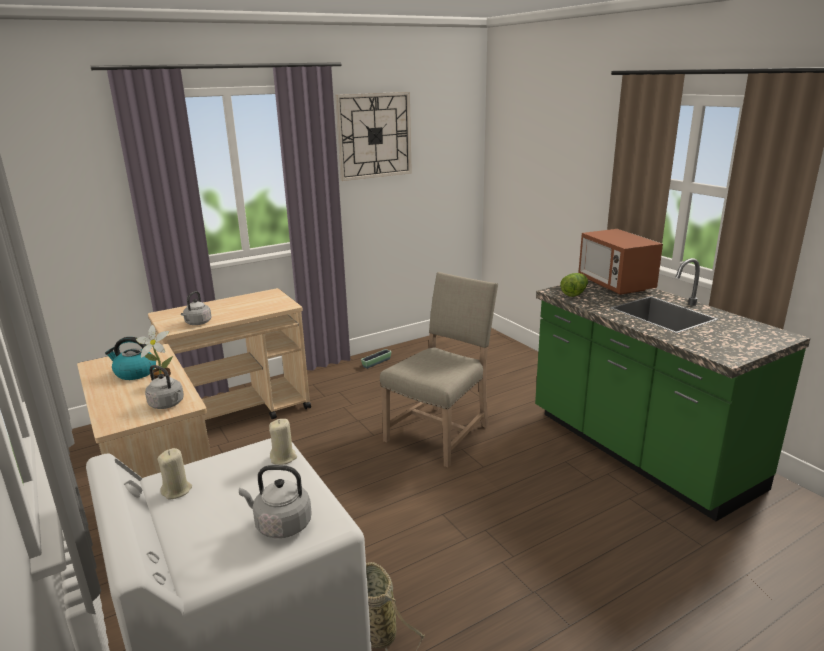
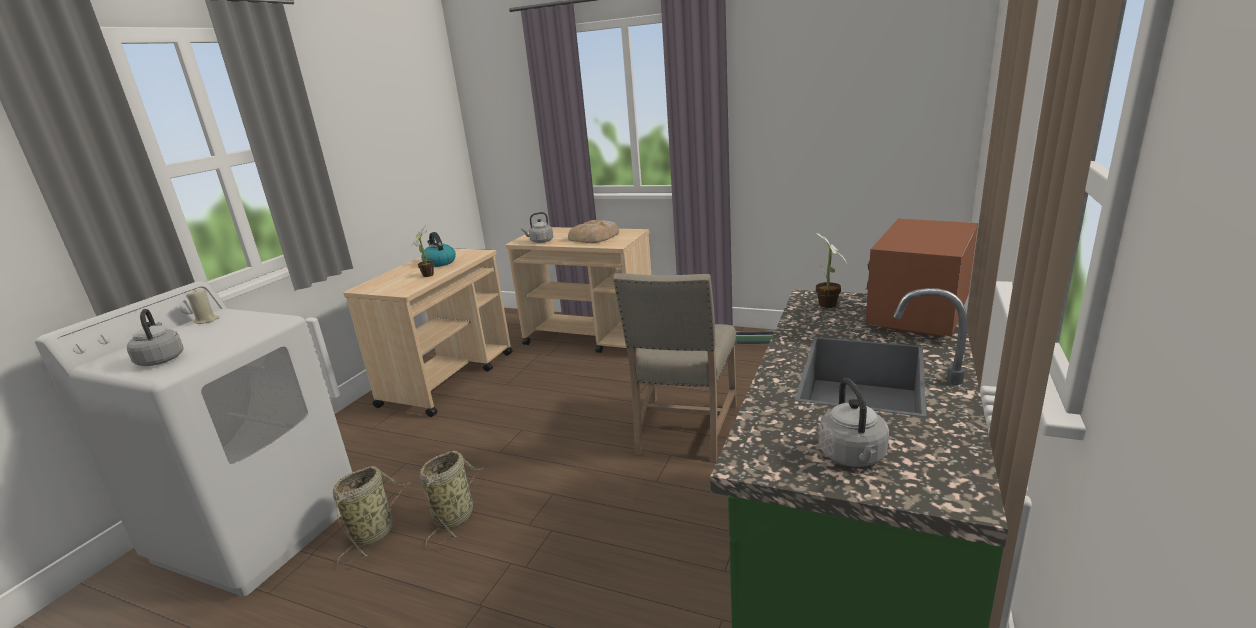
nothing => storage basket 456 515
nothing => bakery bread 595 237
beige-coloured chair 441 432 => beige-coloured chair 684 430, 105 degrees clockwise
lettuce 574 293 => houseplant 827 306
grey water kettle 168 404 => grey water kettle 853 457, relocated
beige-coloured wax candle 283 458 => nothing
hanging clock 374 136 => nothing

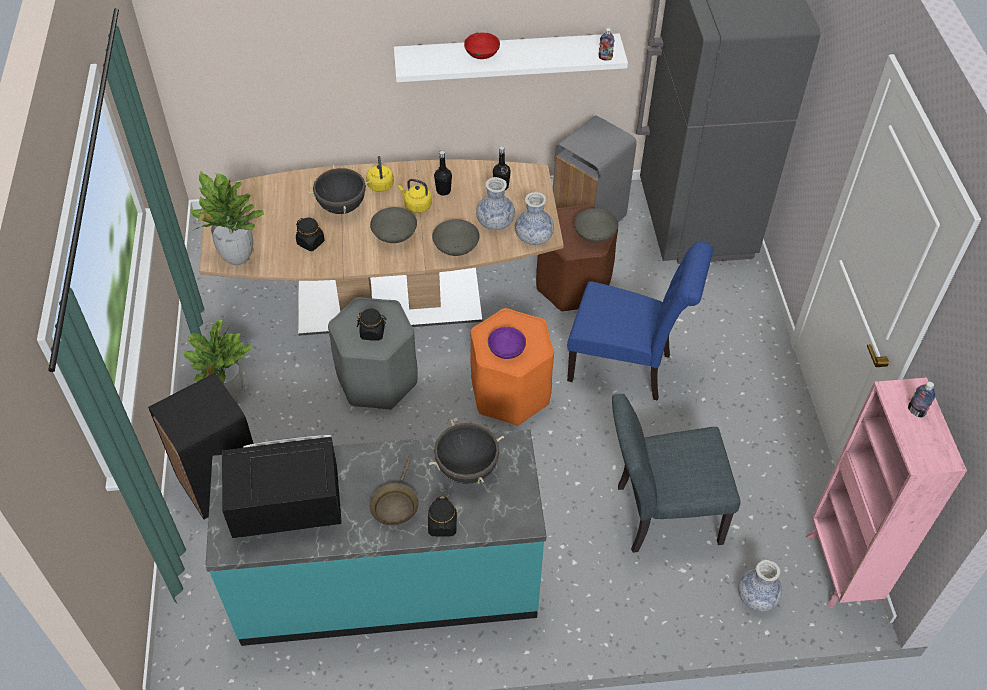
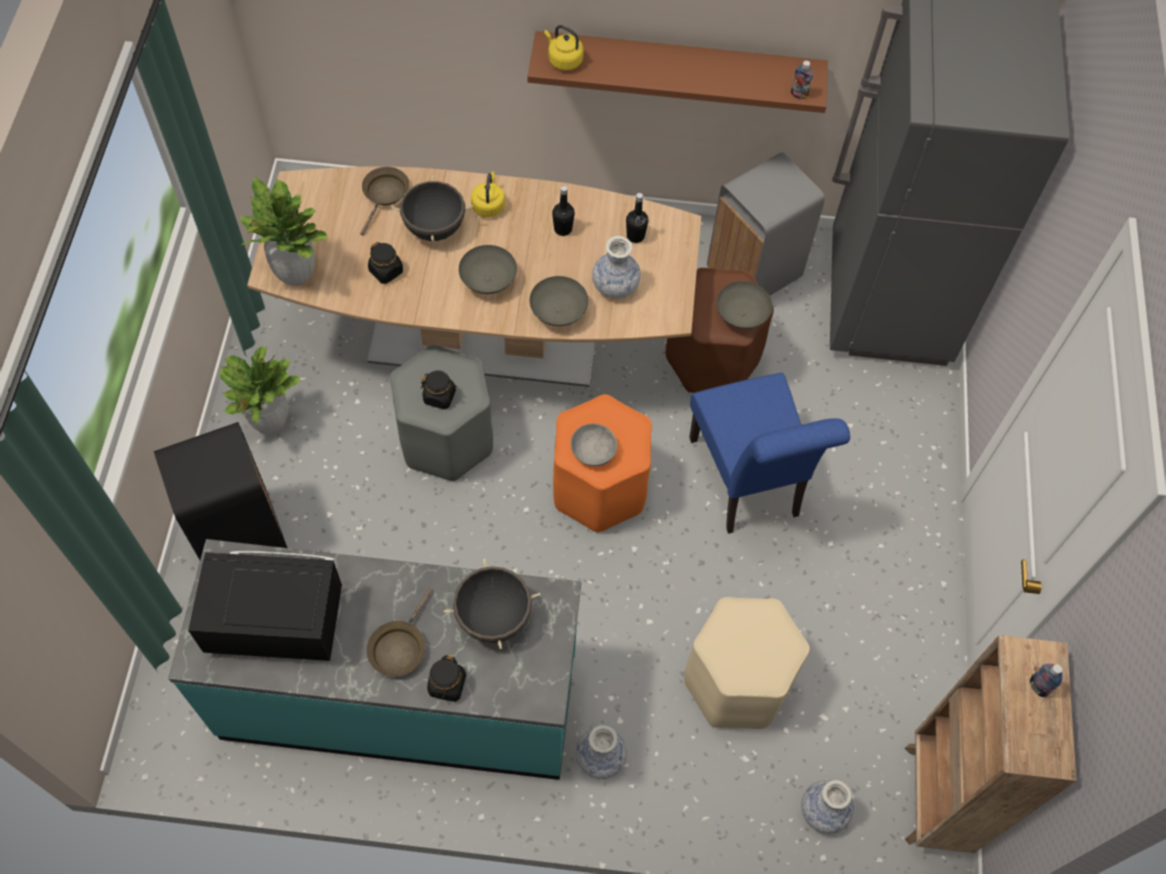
nothing => brown-coloured frying pan 385 195
white bracket shelf 507 56 => brown-coloured bracket shelf 678 63
yellow water kettle 416 205 => yellow water kettle 563 60, relocated
purplish deep dish 506 349 => grey deep dish 593 451
decorative vase 533 237 => decorative vase 600 758, relocated
grey chair 659 514 => beige-coloured sitting stool 736 682
blue-coloured chair 626 368 => blue-coloured chair 747 483, 45 degrees clockwise
pinkish bookshelf 841 569 => brown-coloured bookshelf 935 799
reddish deep dish 481 53 => nothing

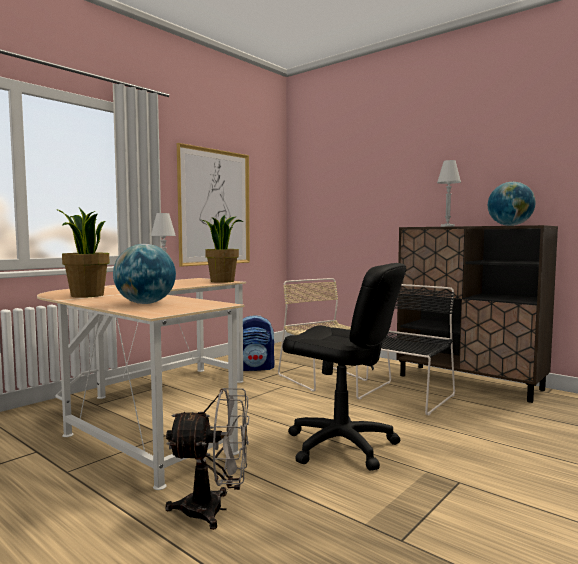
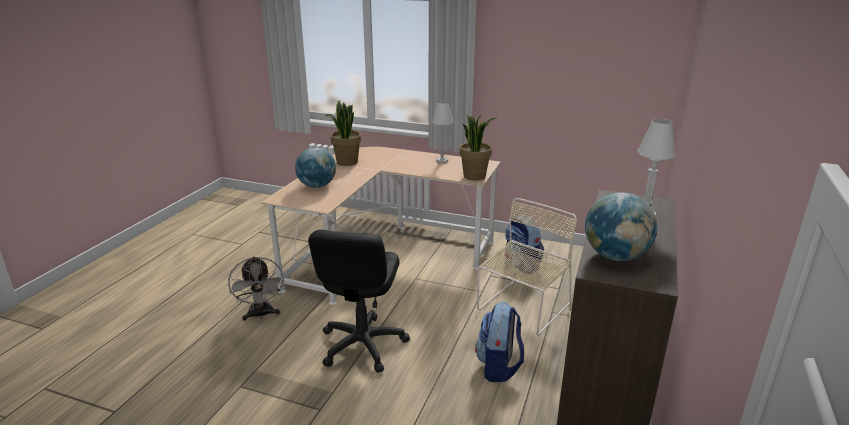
black chair 404 398 => rucksack 499 367
wall art 215 207 => nothing

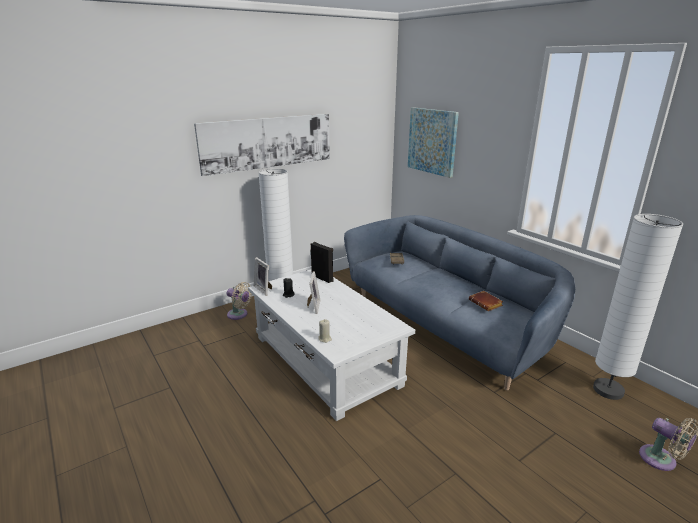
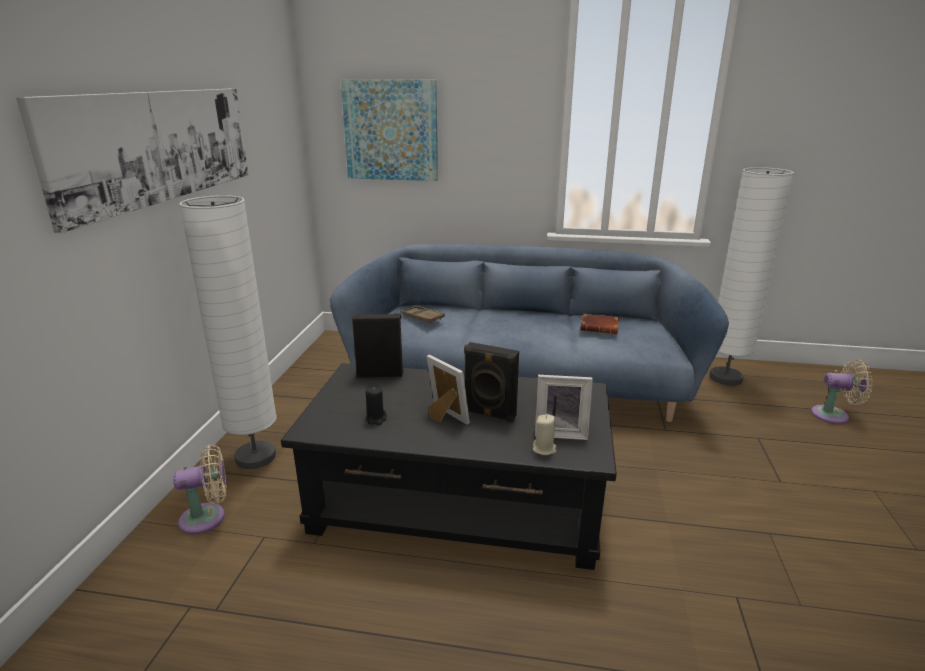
white lounge table 325 360 => black lounge table 458 503
nothing => black speaker 489 414
picture frame 264 289 => picture frame 560 432, relocated

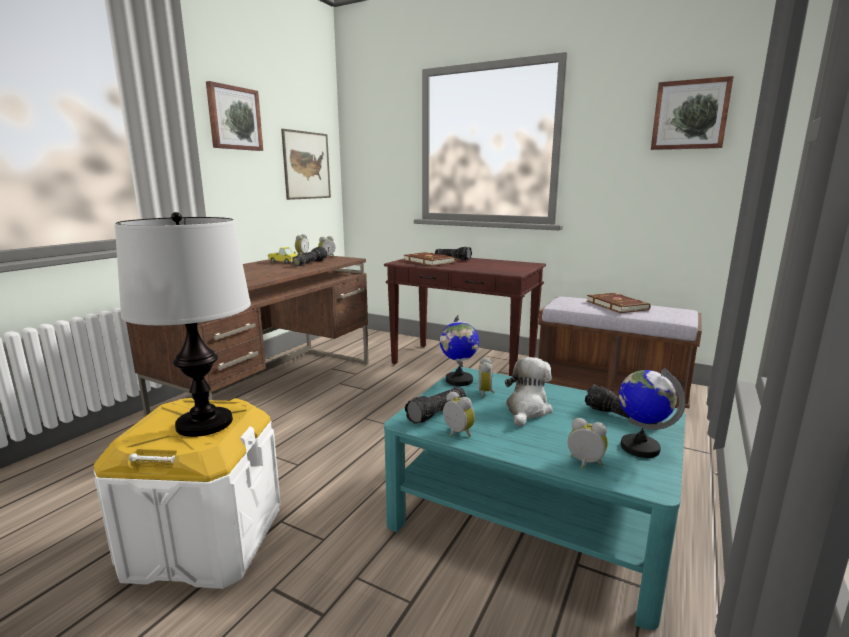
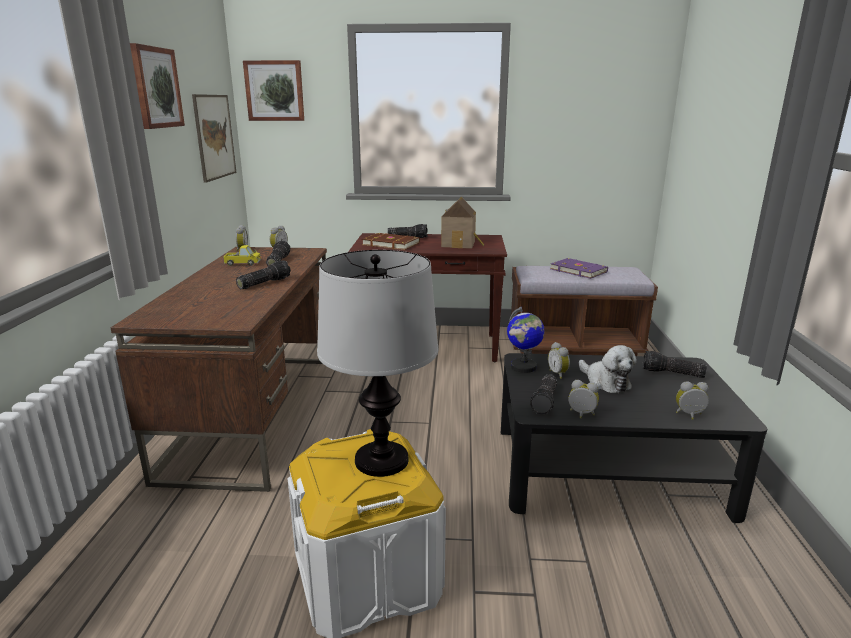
nothing => torch 264 283
wall art 690 115 => wall art 275 91, relocated
nothing => toy house 460 244
turquoise lounge table 530 516 => black lounge table 608 470
brown-coloured book 617 305 => purplish book 578 270
plush toy 527 410 => plush toy 605 382, 150 degrees clockwise
desk globe 639 447 => nothing

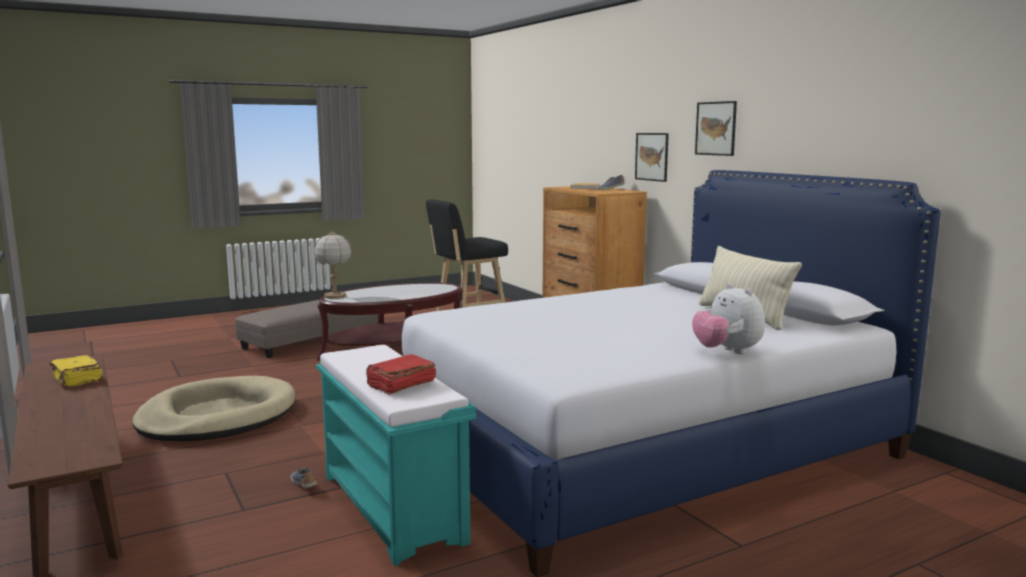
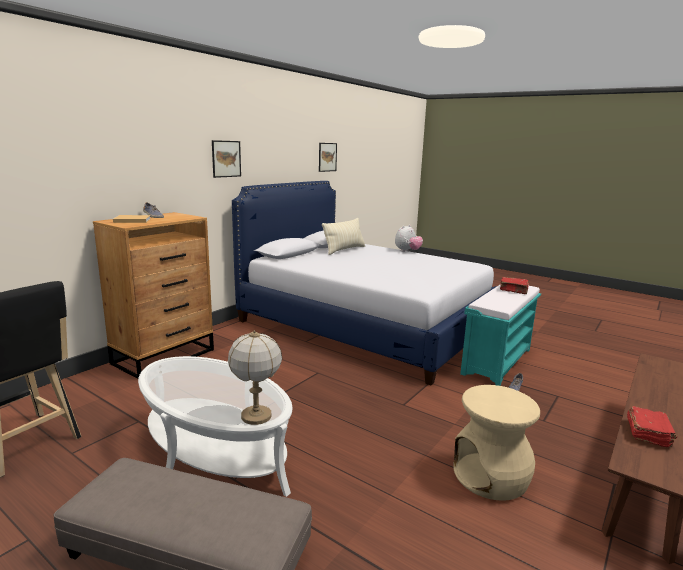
brown-coloured lounge table 395 349 => white lounge table 215 452
wall art 652 156 => wall art 327 157, relocated
beige-coloured dog cushion 217 416 => beige-coloured sitting stool 491 476
yellow book 76 380 => reddish book 648 434

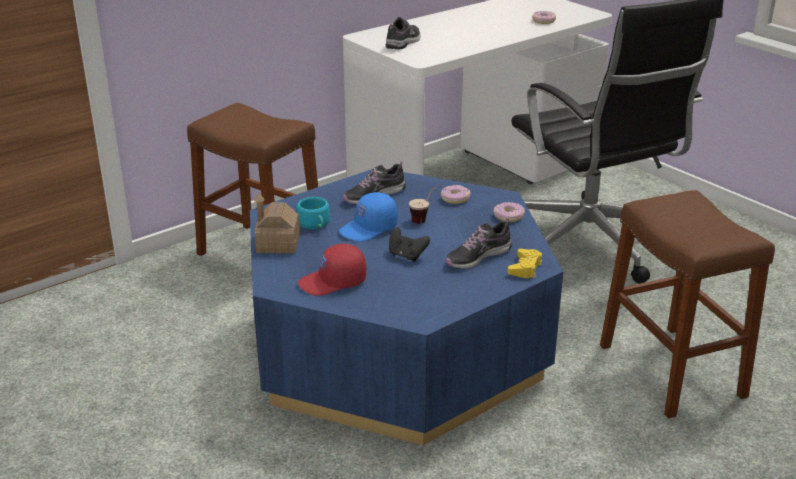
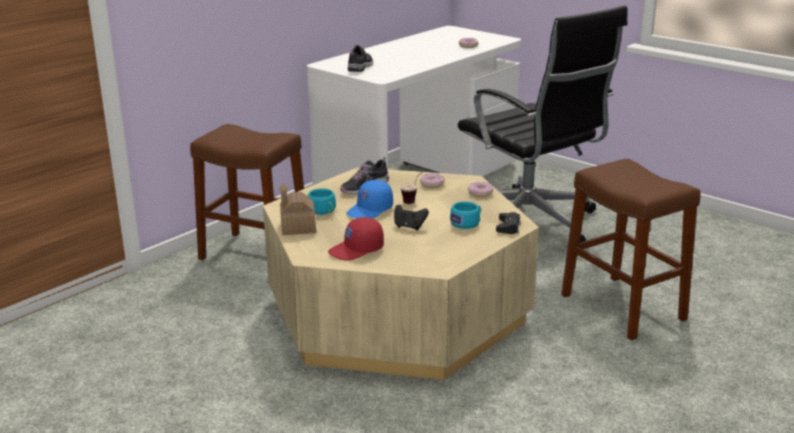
blue-coloured lounge table 398 347 => beige-coloured lounge table 398 312
shoe 477 257 => turquoise drinking cup 467 223
yellow gamepad 525 268 => black gamepad 508 227

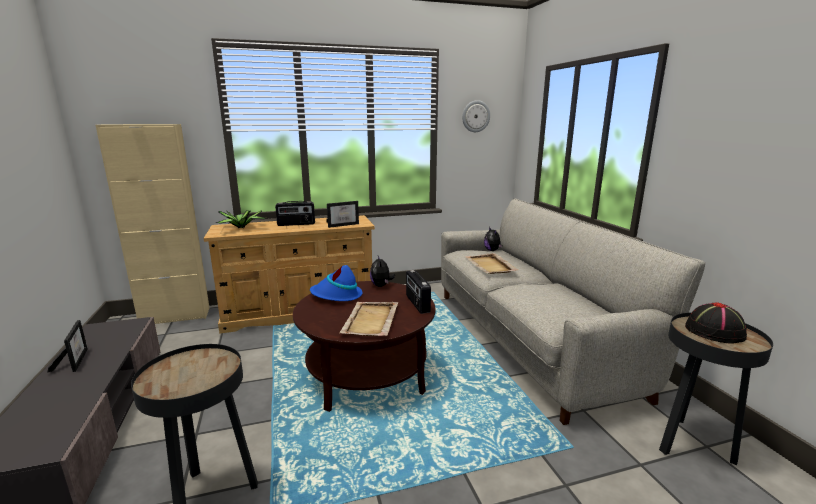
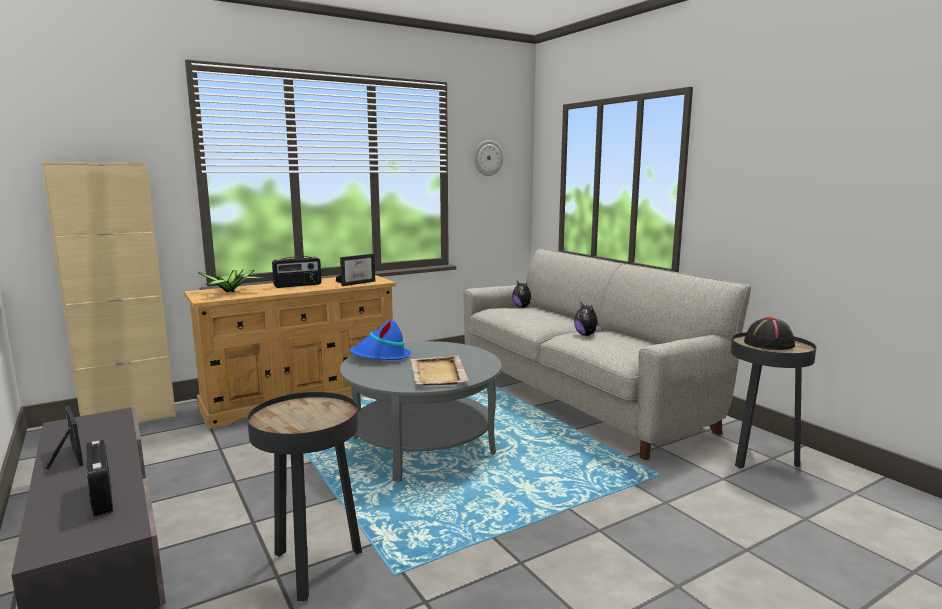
radio receiver 417 304 => radio receiver 101 497, relocated
brown-coloured lounge table 367 375 => grey lounge table 423 446
plush toy 381 285 => plush toy 586 335, relocated
beige-coloured serving tray 490 265 => nothing

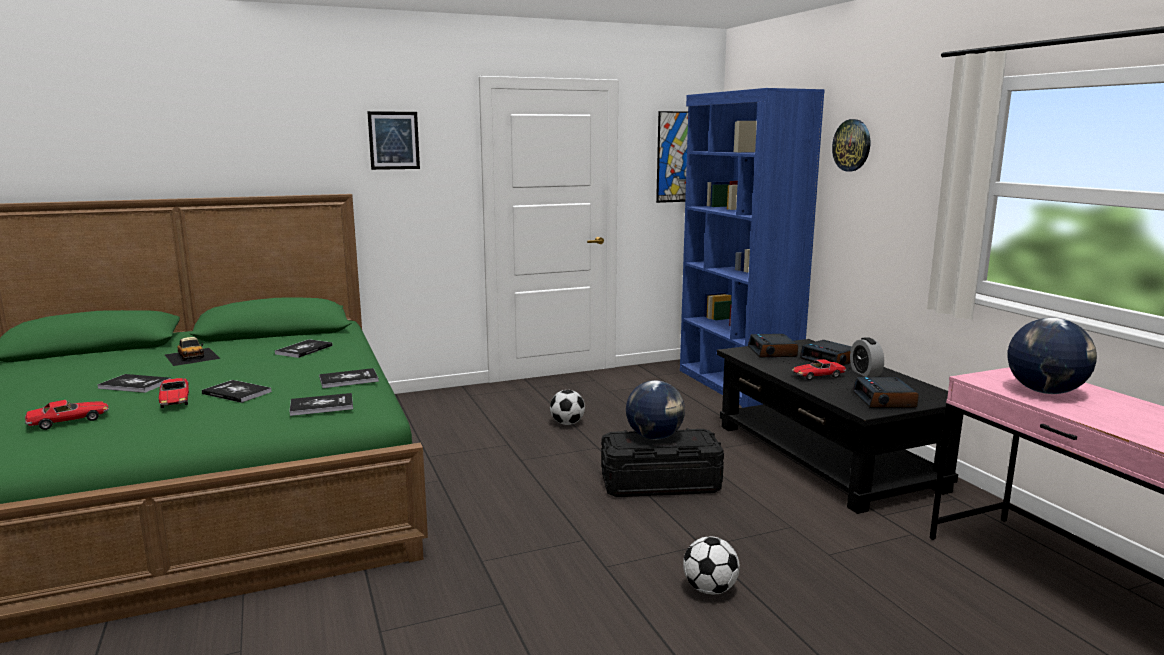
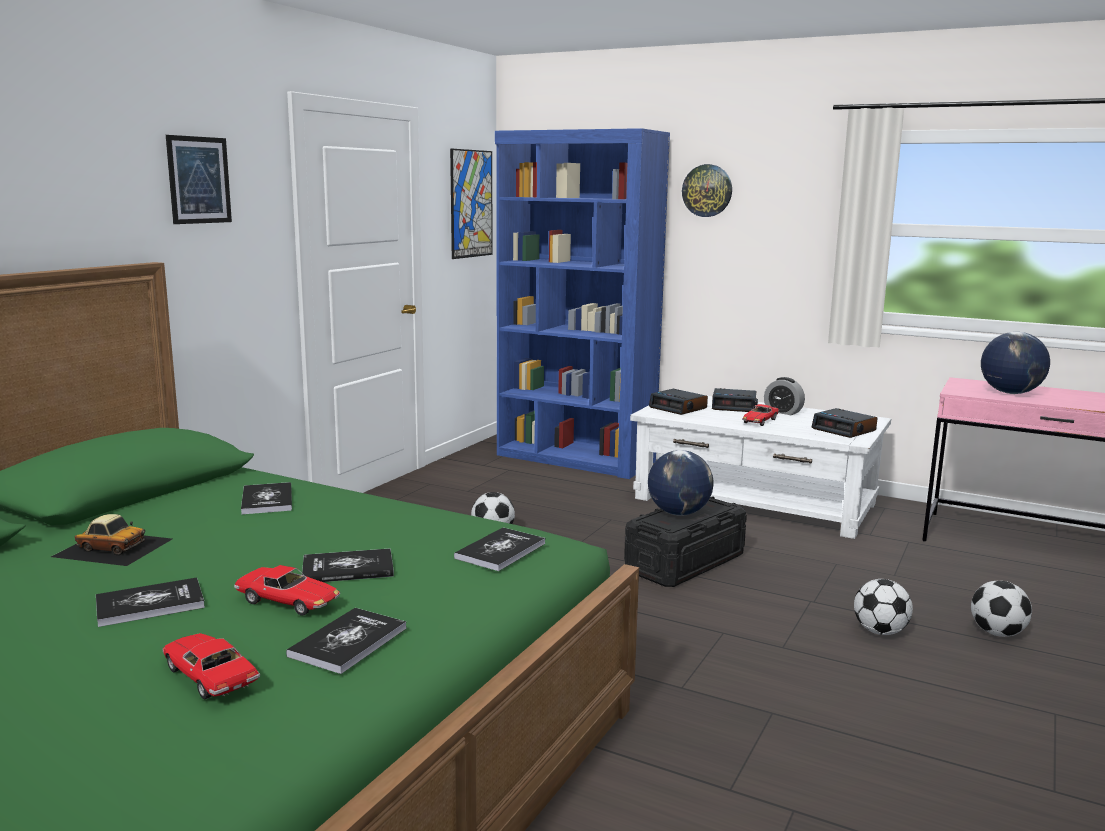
miniature car 69 421 => miniature car 209 676, 60 degrees counterclockwise
book 348 379 => book 348 642, relocated
black lounge table 826 456 => white lounge table 755 501
nothing => football 997 633

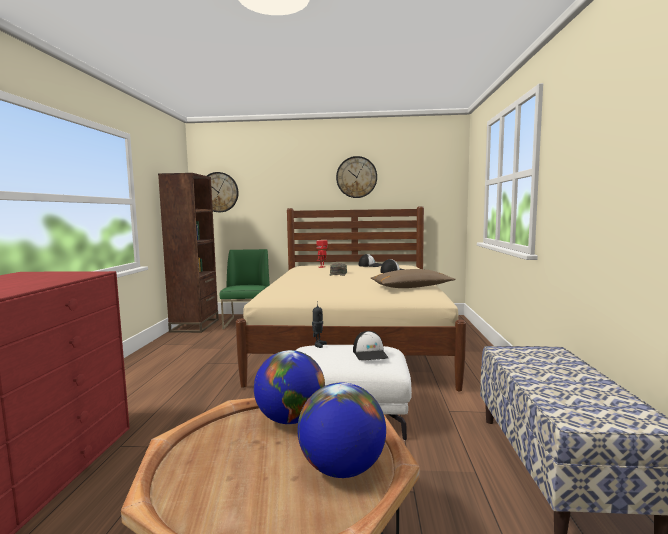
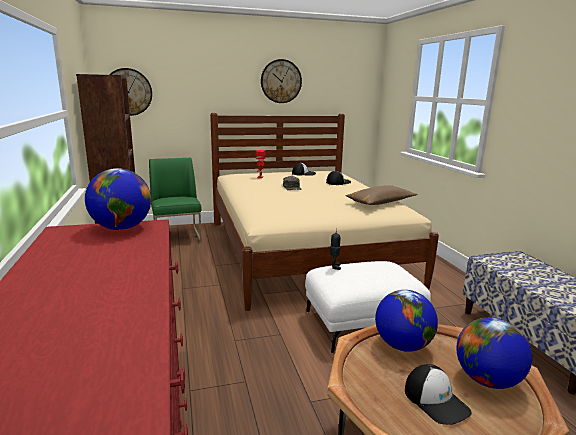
nothing => desk globe 121 228
baseball cap 370 354 => baseball cap 436 400, relocated

